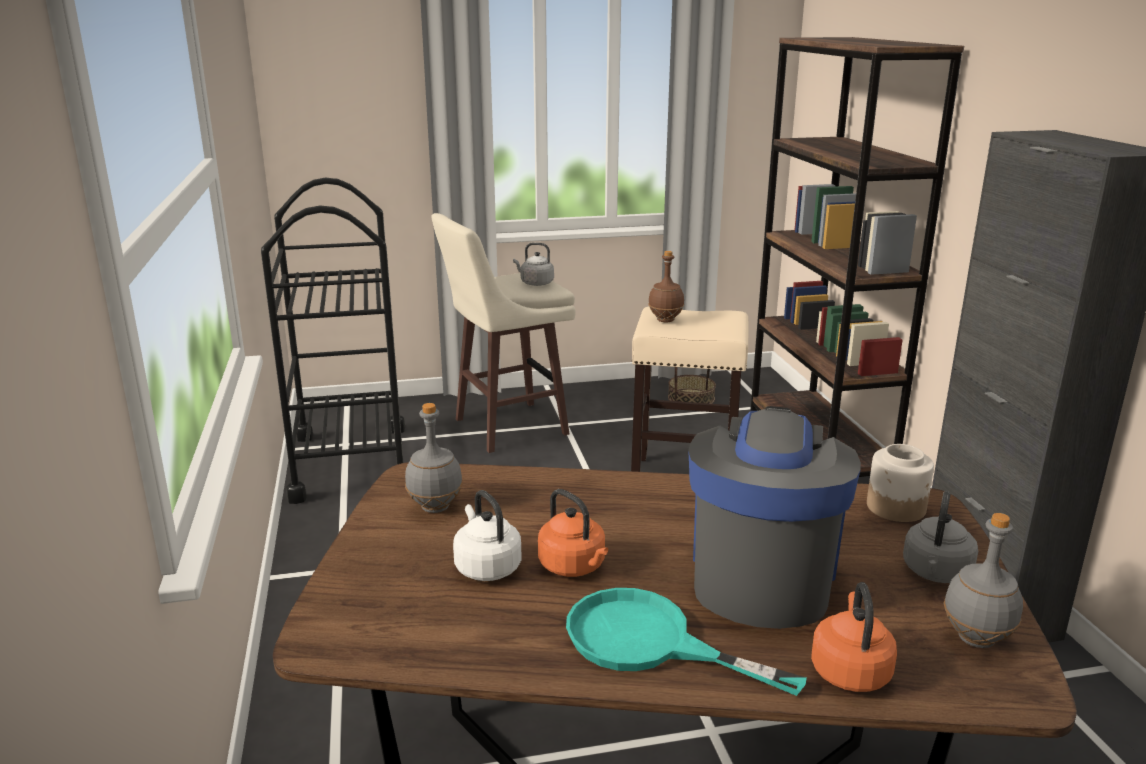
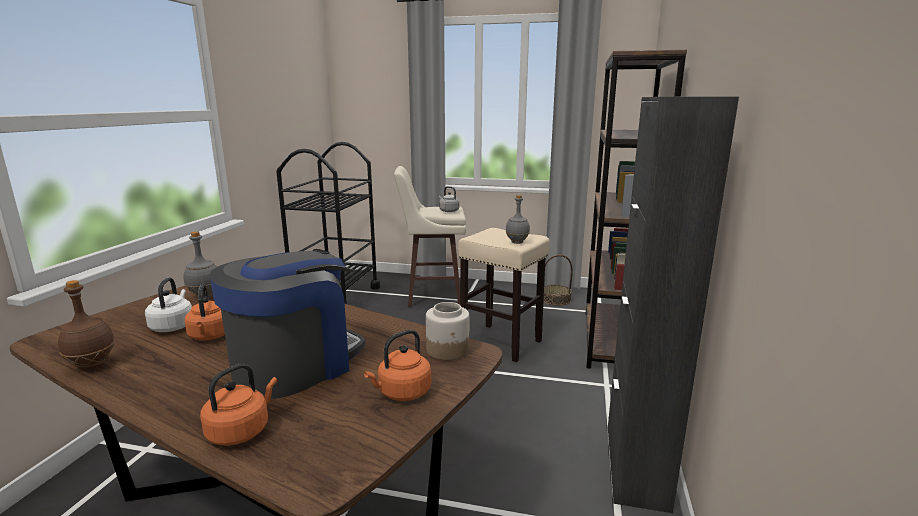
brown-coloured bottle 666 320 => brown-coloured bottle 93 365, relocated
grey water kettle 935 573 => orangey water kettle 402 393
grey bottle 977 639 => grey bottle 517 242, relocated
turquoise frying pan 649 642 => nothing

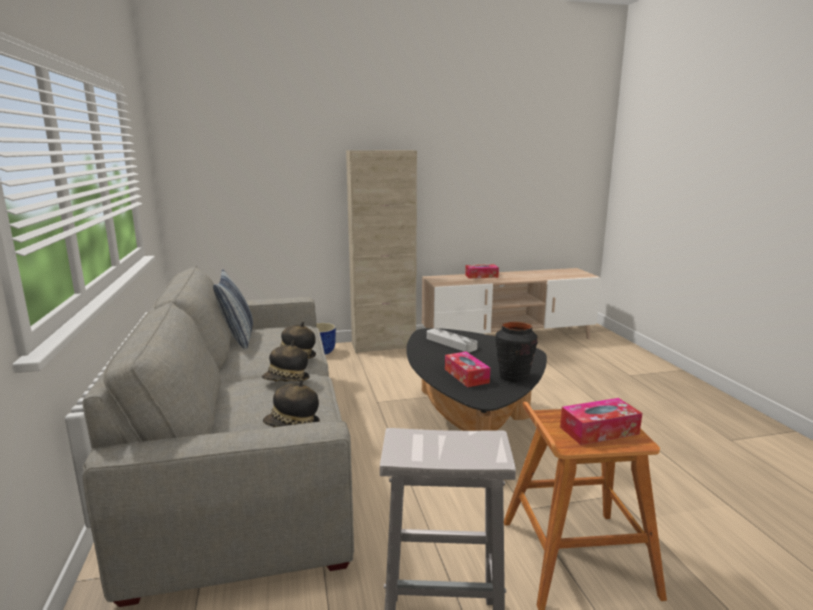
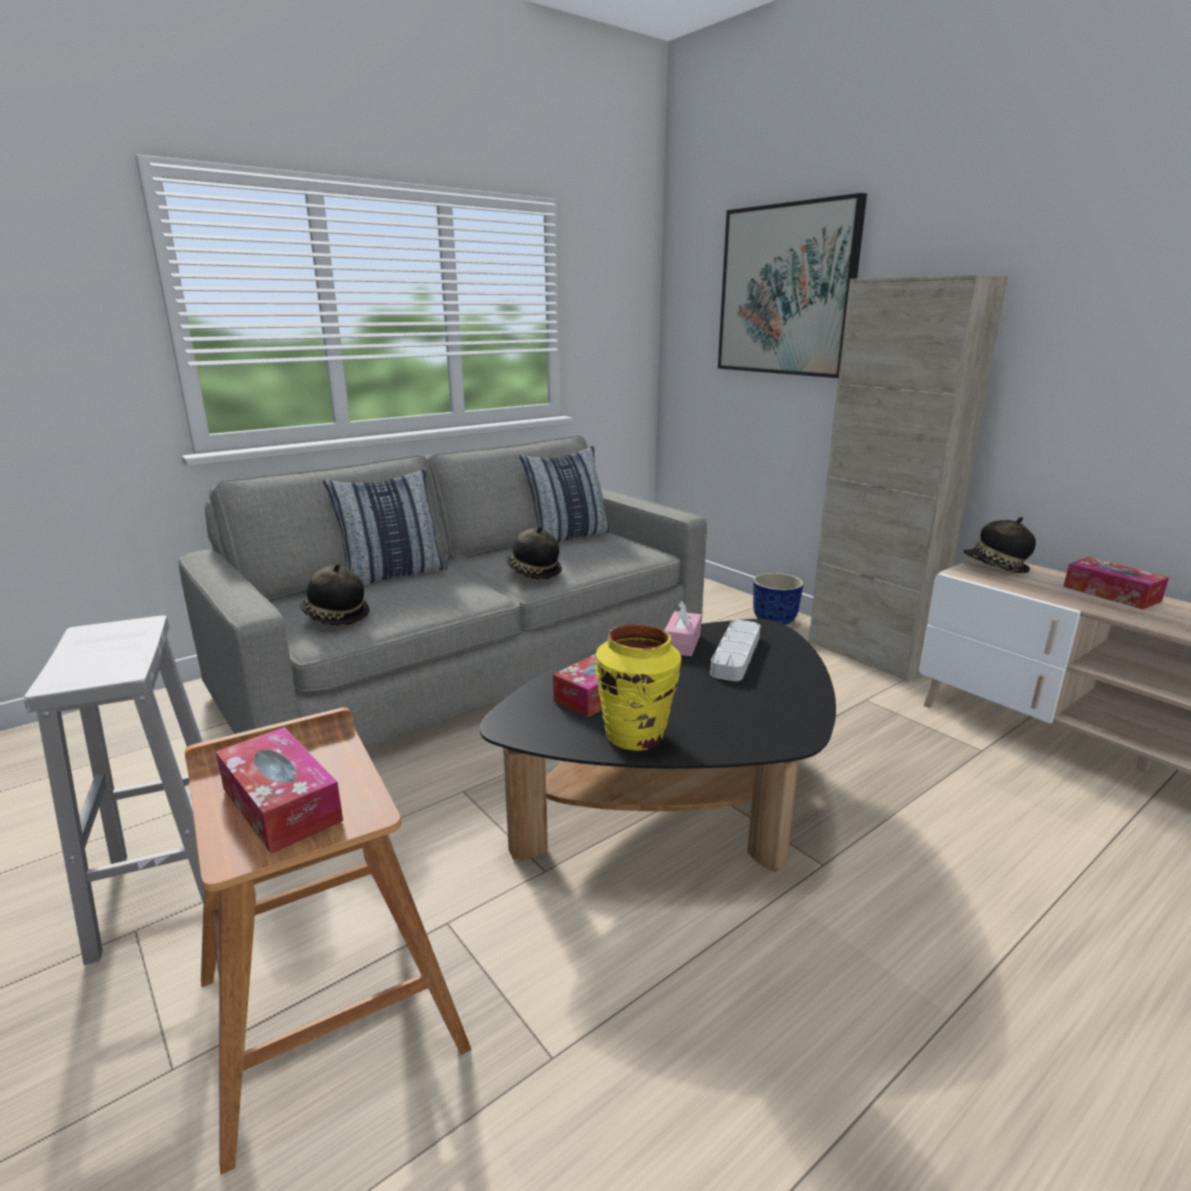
nothing => throw pillow 393 575
black decorative vase 514 377 => yellow decorative vase 635 736
nothing => pinkish box of tissues 682 643
nothing => wall art 786 291
clothing hat 286 381 => clothing hat 995 567, relocated

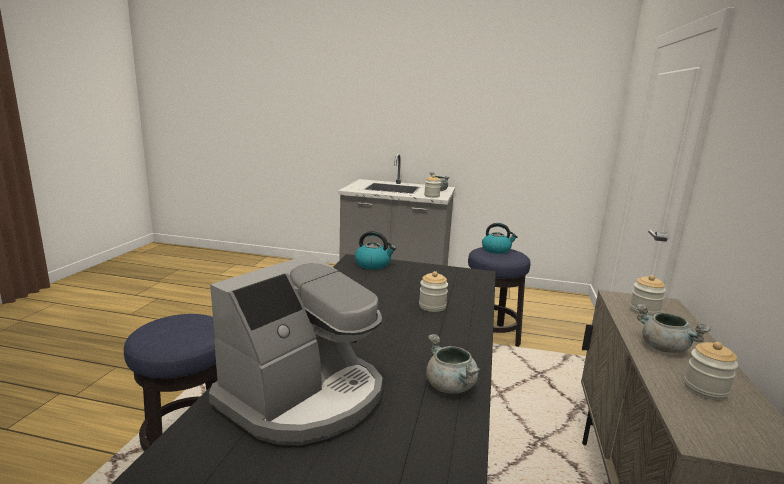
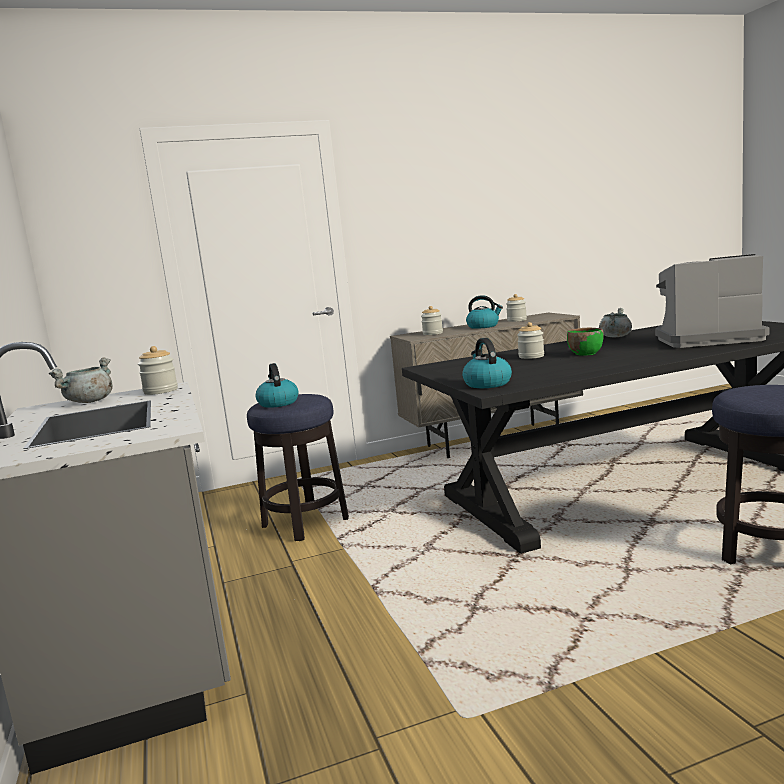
grey cooking pot 664 348 => water kettle 483 326
nothing => green-coloured deep dish 585 353

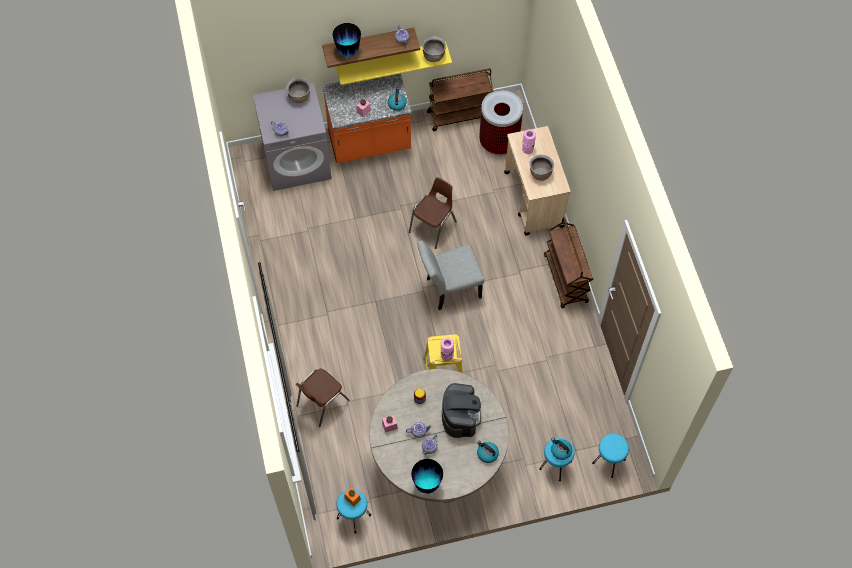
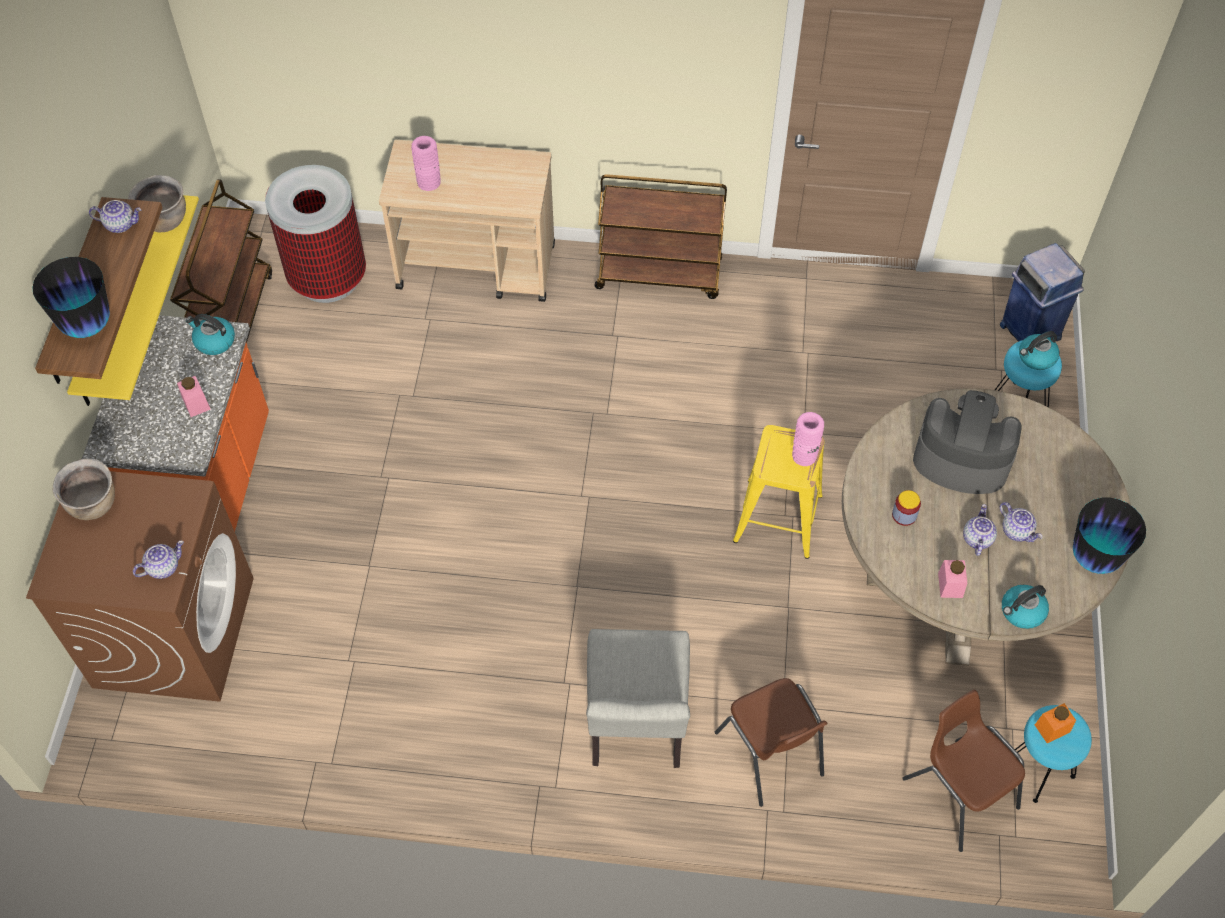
grey washing machine 297 161 => brown-coloured washing machine 174 631
grey chair 449 289 => grey chair 636 729, relocated
brown-coloured chair 433 227 => brown-coloured chair 959 792, relocated
turquoise sitting stool 608 462 => blue-coloured trash can 1029 331
water kettle 487 454 => water kettle 1021 612, relocated
brown-coloured cooking pot 540 174 => nothing

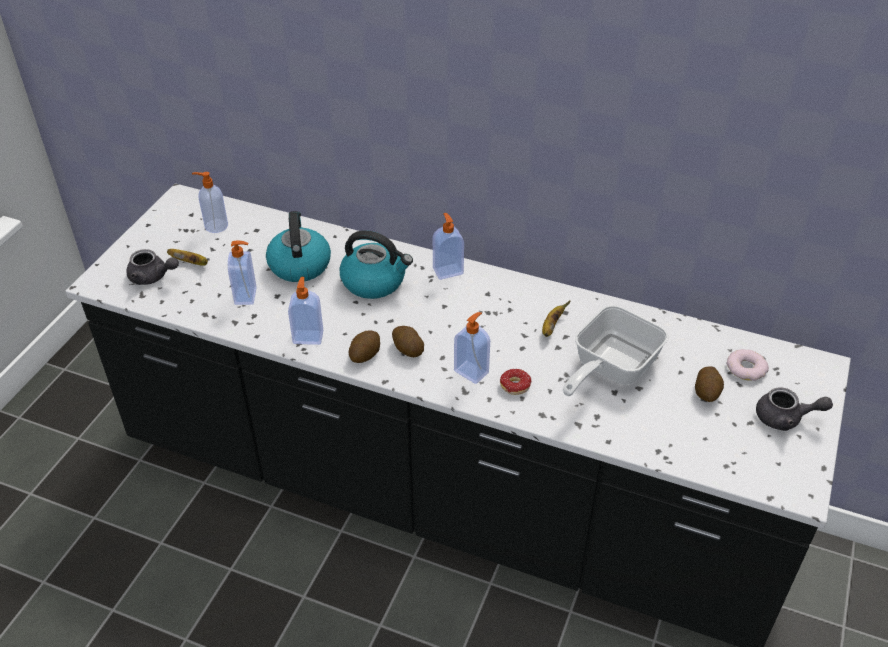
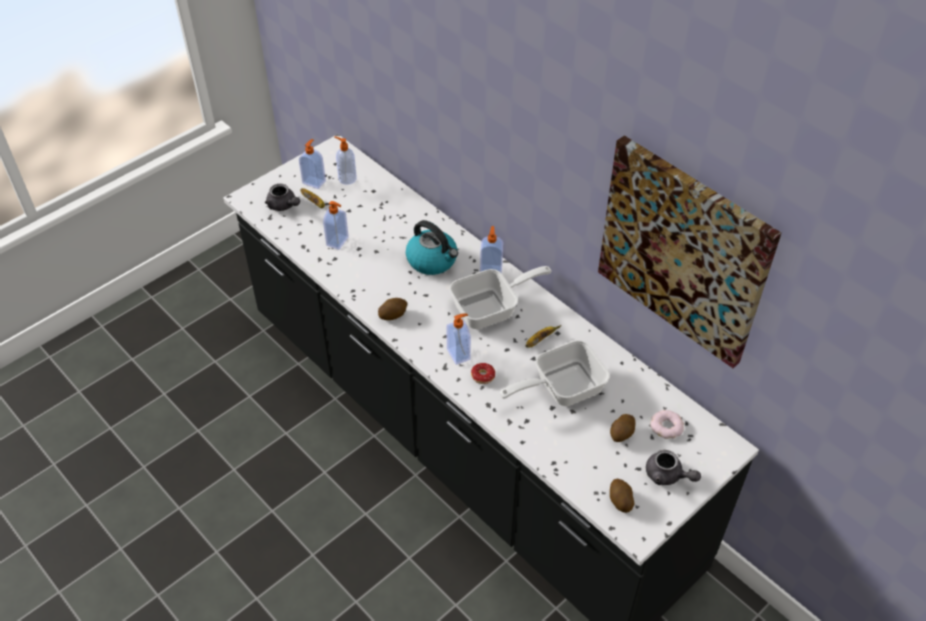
soap bottle 308 336 => soap bottle 314 182, relocated
nothing => frying pan 492 309
nothing => wall art 684 251
spud 407 349 => spud 620 500, relocated
water kettle 299 264 => nothing

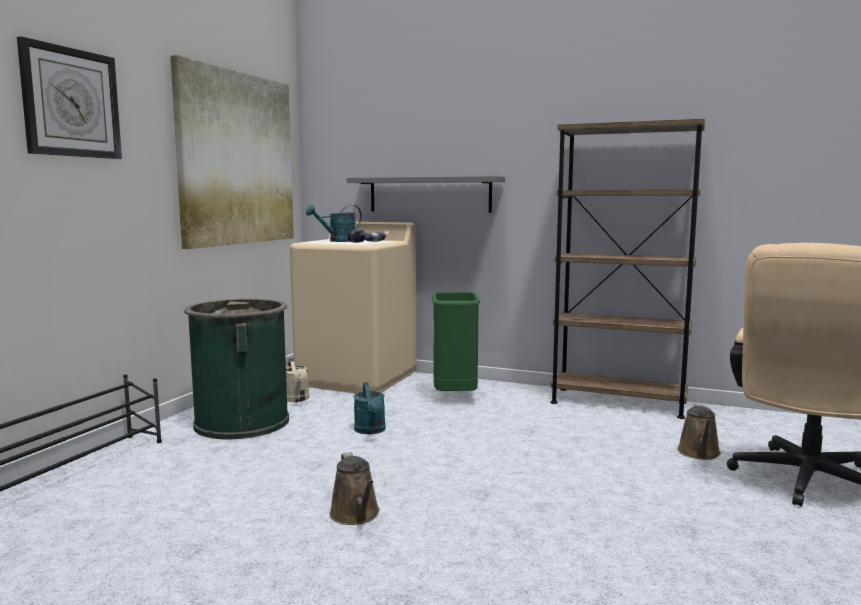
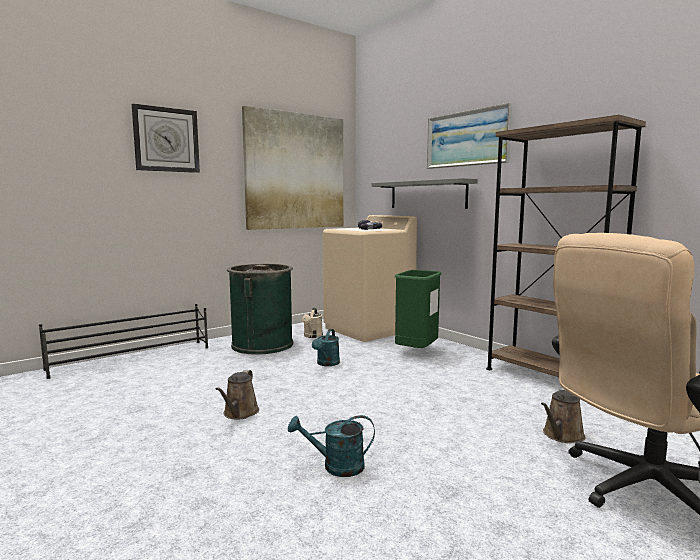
turquoise watering pot 338 241 => turquoise watering pot 336 466, relocated
nothing => wall art 467 139

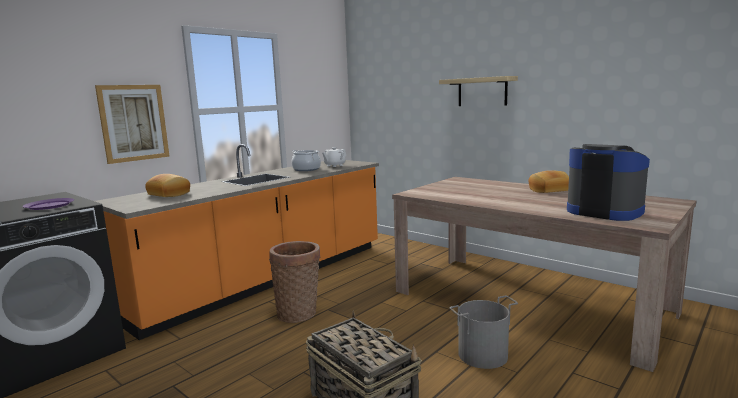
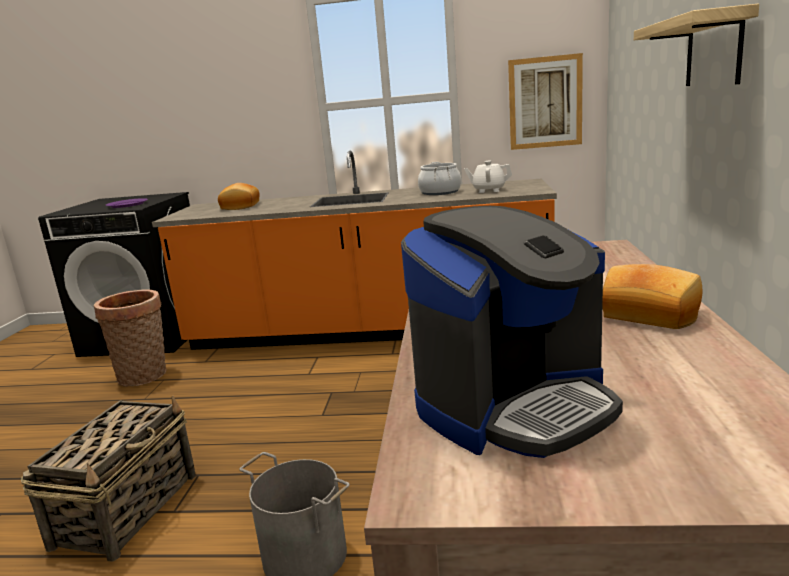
storage basket 299 313 => storage basket 145 376, relocated
coffee machine 604 211 => coffee machine 514 405, 45 degrees clockwise
wall art 134 123 => wall art 545 102, relocated

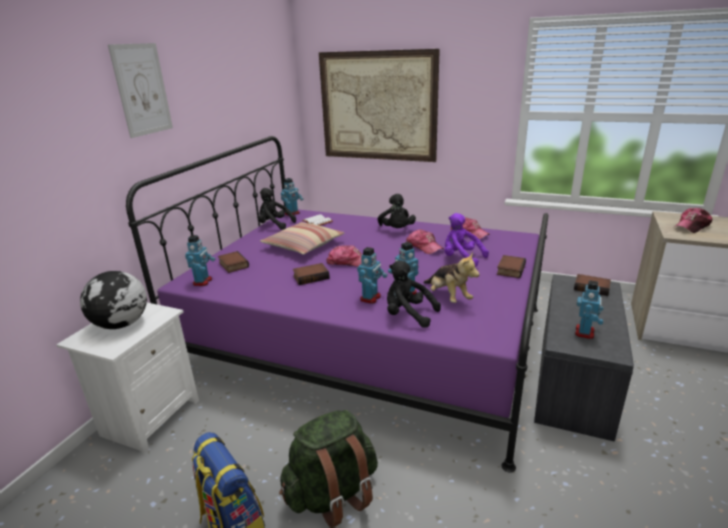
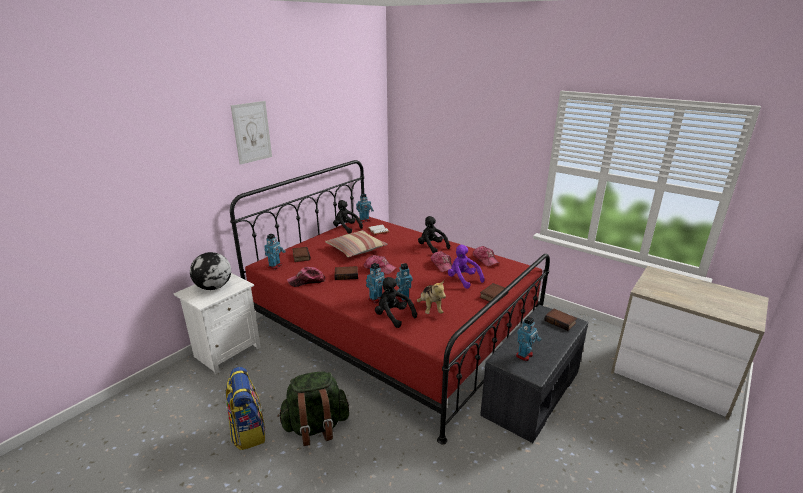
purplish bedroom bed 368 340 => reddish bedroom bed 393 328
baseball cap 692 226 => baseball cap 307 281, relocated
black plush toy 396 230 => black plush toy 431 247, 135 degrees clockwise
wall art 378 107 => nothing

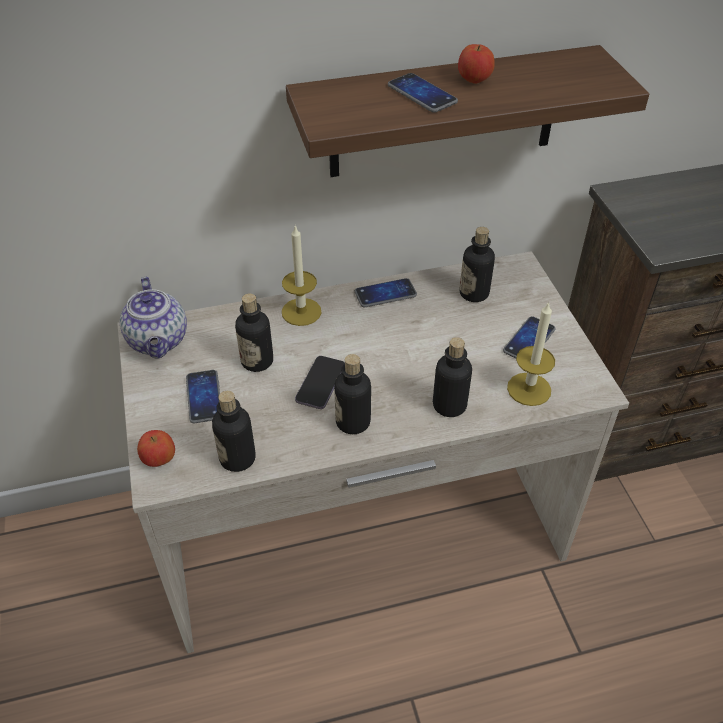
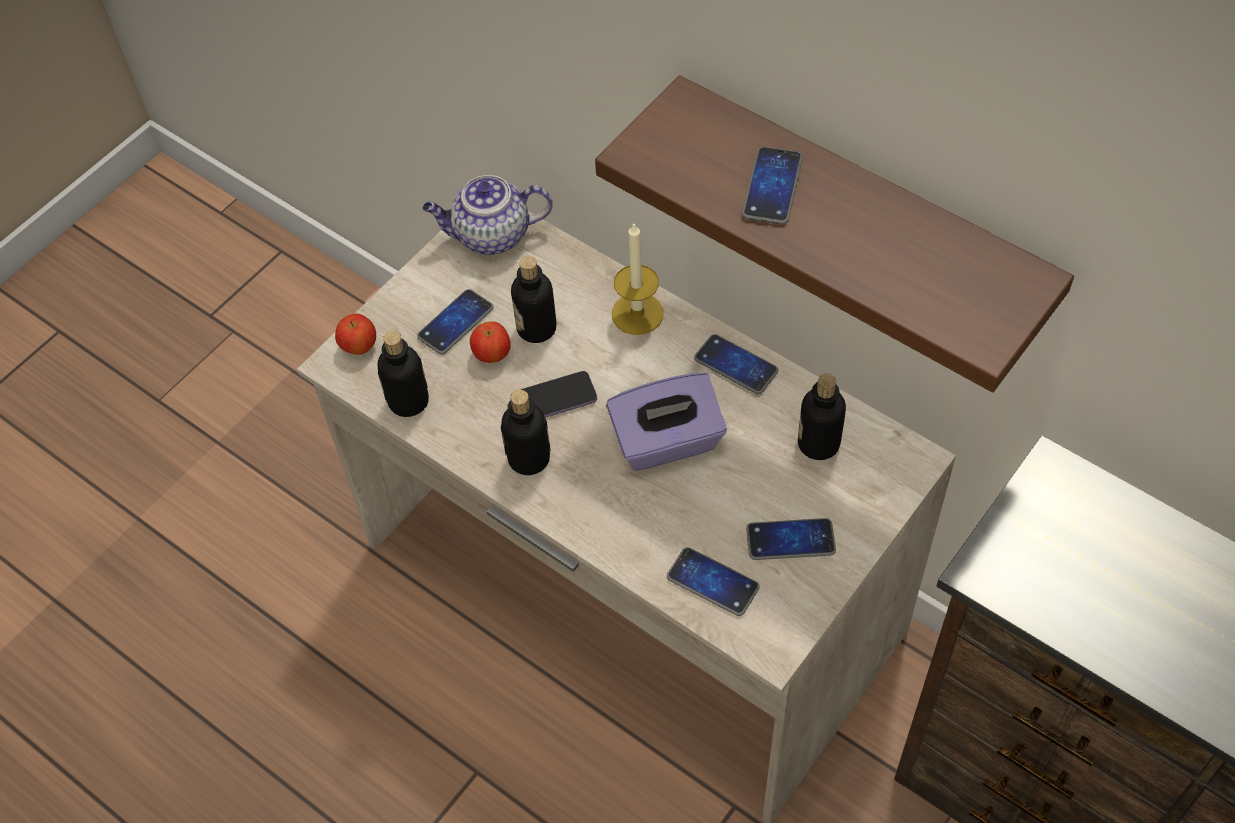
tea pot 159 341 => tea pot 491 236, 45 degrees clockwise
apple 474 81 => apple 492 354, relocated
nothing => purplish box of tissues 667 442
wax candle 529 389 => telephone 713 582
bottle 449 405 => nothing

